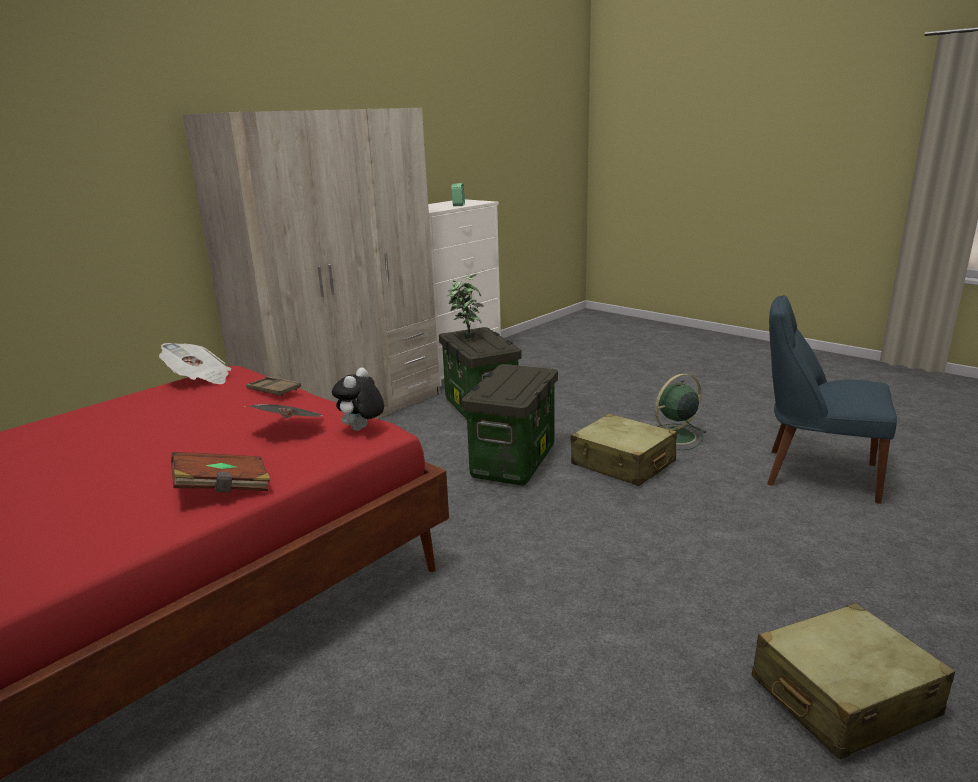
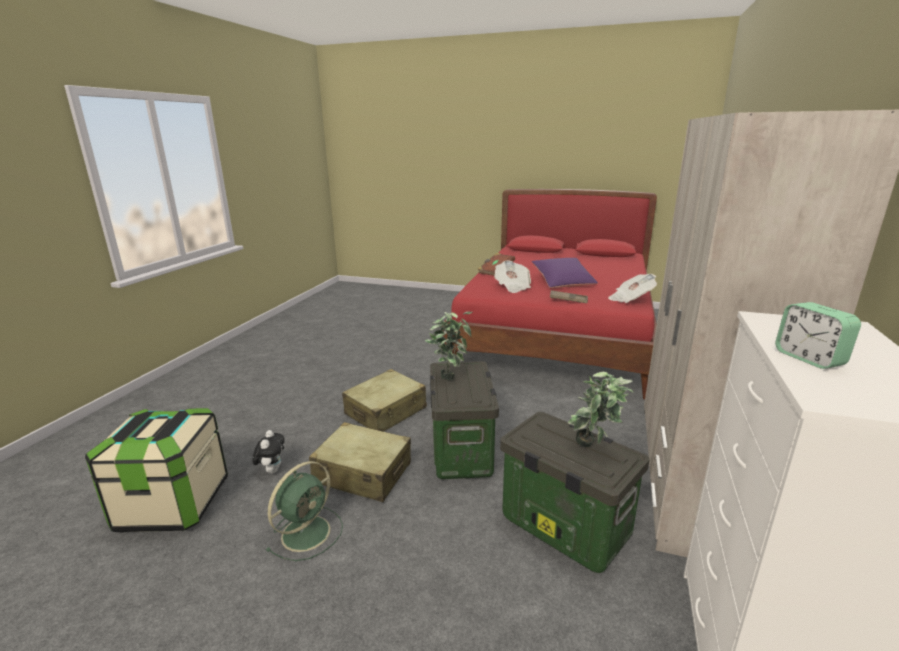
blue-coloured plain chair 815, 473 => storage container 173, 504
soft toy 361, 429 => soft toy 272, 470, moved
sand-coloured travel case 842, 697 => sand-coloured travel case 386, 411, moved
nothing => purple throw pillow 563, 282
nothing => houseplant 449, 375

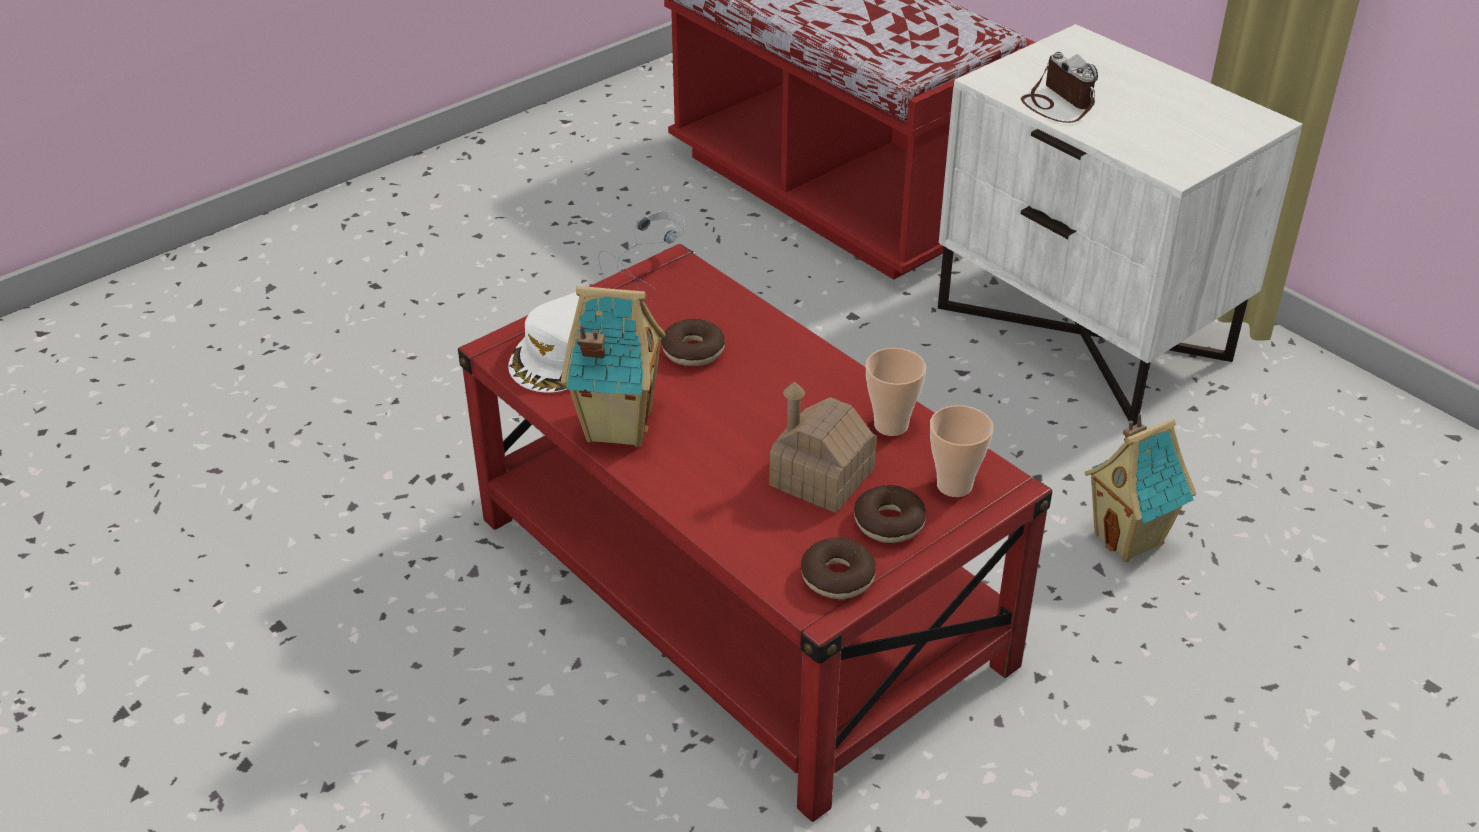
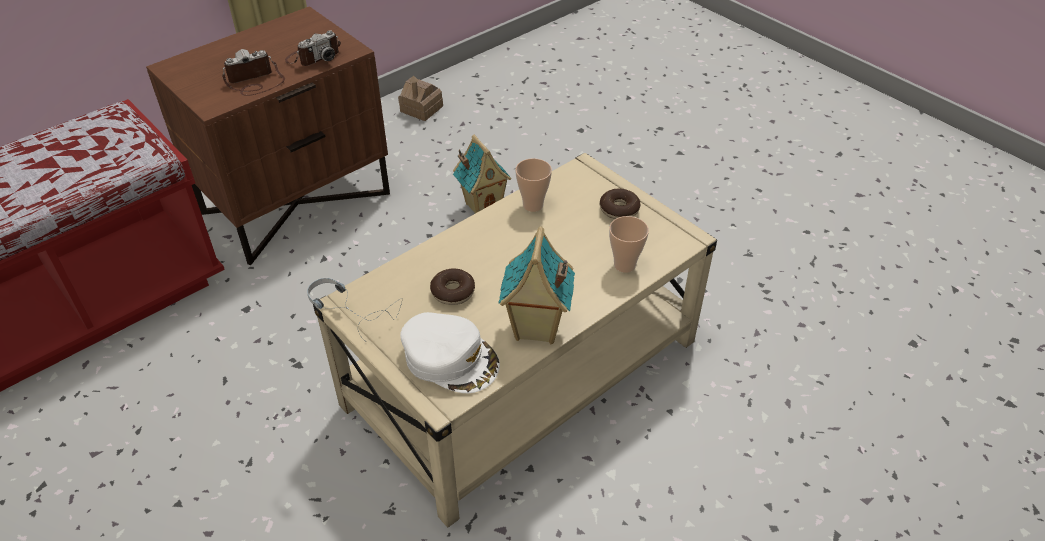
whitish bedside table 1086, 332 => brown-coloured bedside table 296, 201
red lounge table 740, 592 => sand-coloured lounge table 522, 373
miniature house 821, 477 => miniature house 421, 109, moved
small cup 954, 485 => small cup 624, 265, moved
doughnut 837, 577 => nothing
nothing => still camera 314, 56

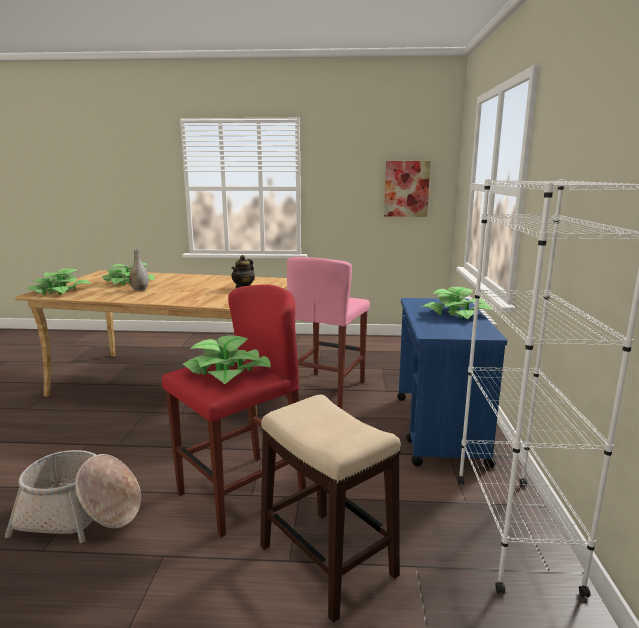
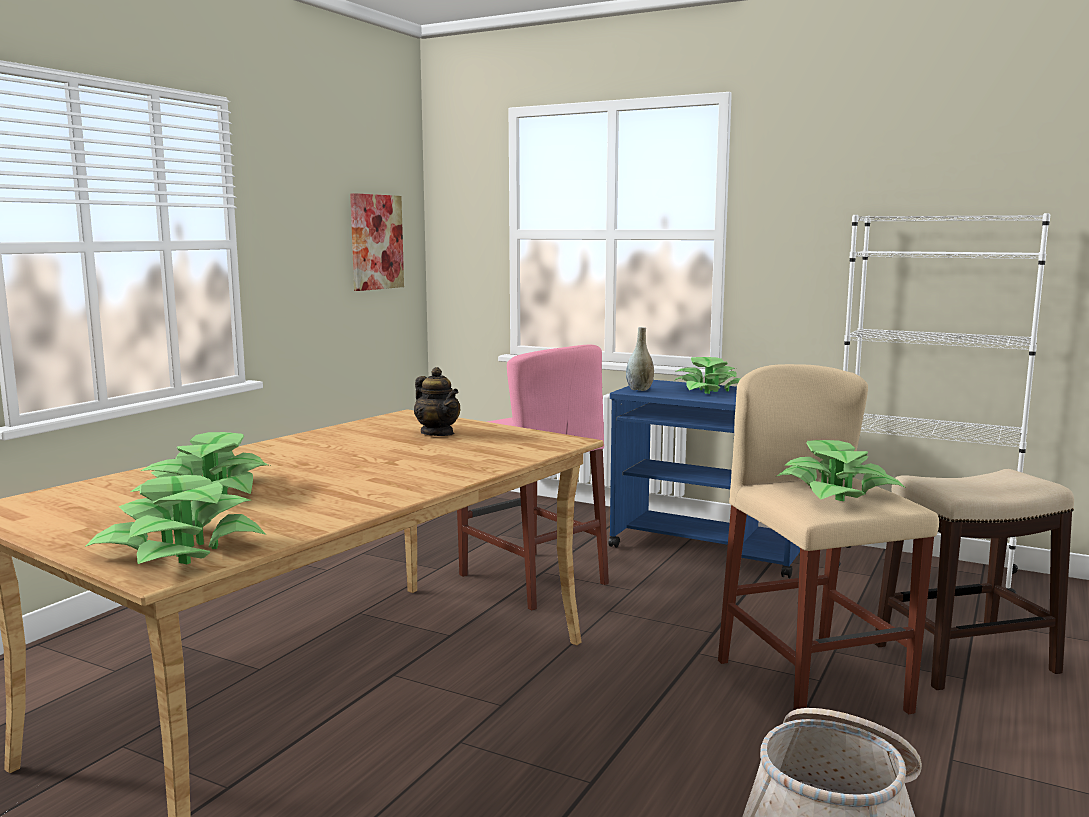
grey vase 140, 290 => grey vase 639, 389, moved
red stool seat 241, 493 => sand-coloured stool seat 811, 686

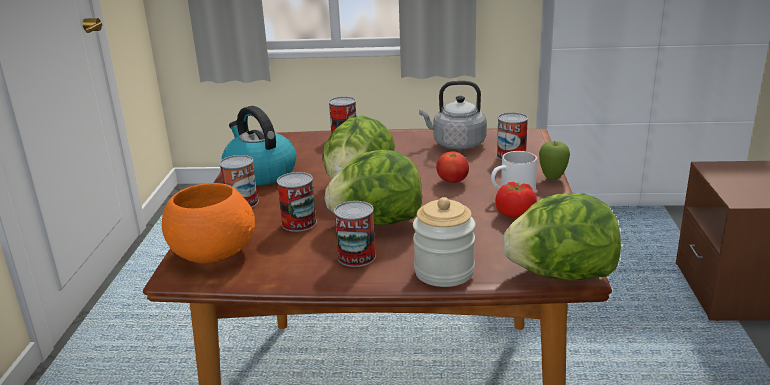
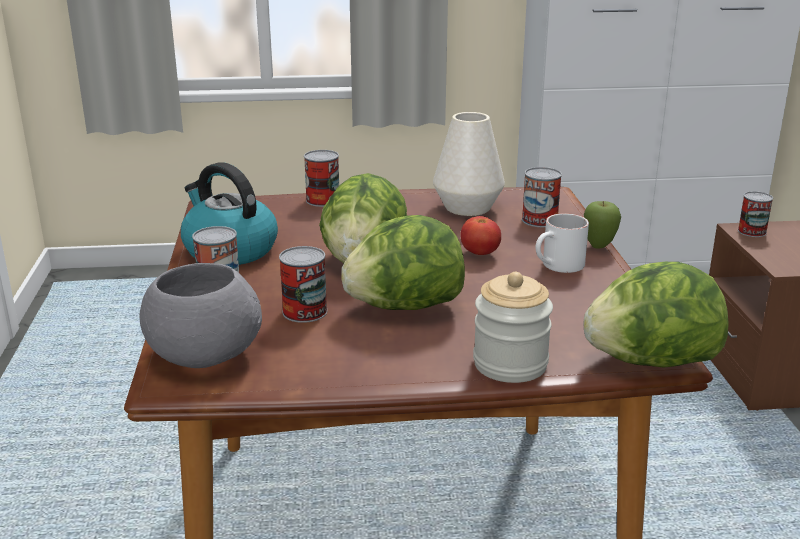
grey water kettle 456, 144 => whitish vase 467, 207
tomato 515, 214 => nothing
orangey deep dish 212, 253 => grey deep dish 203, 354
sealed can 356, 257 => sealed can 752, 231, moved

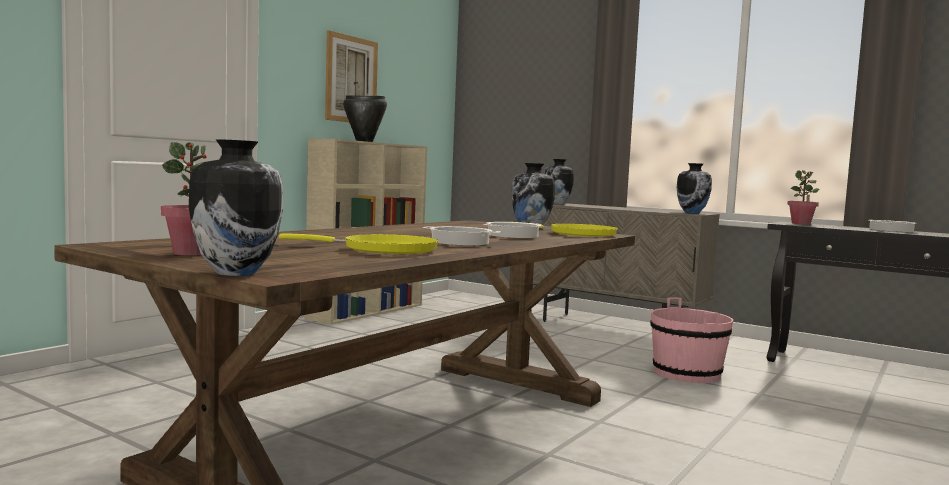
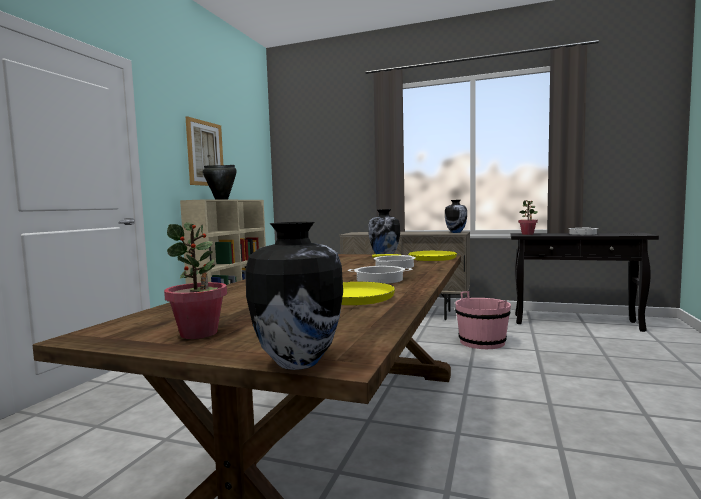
vase 557, 204 => nothing

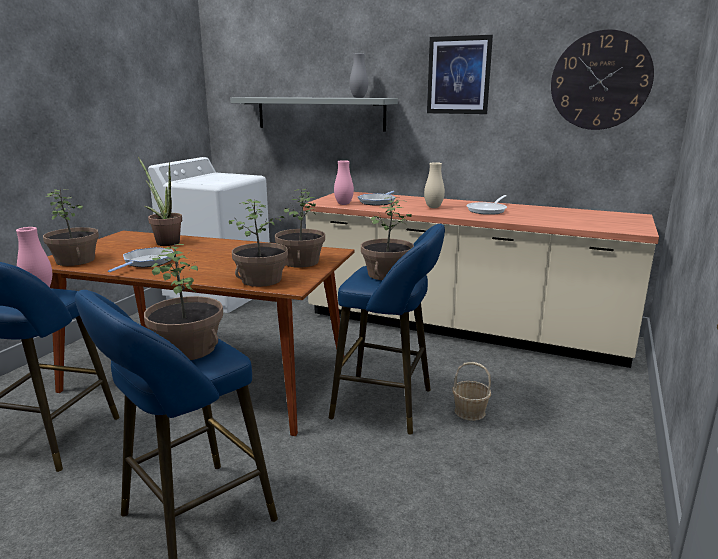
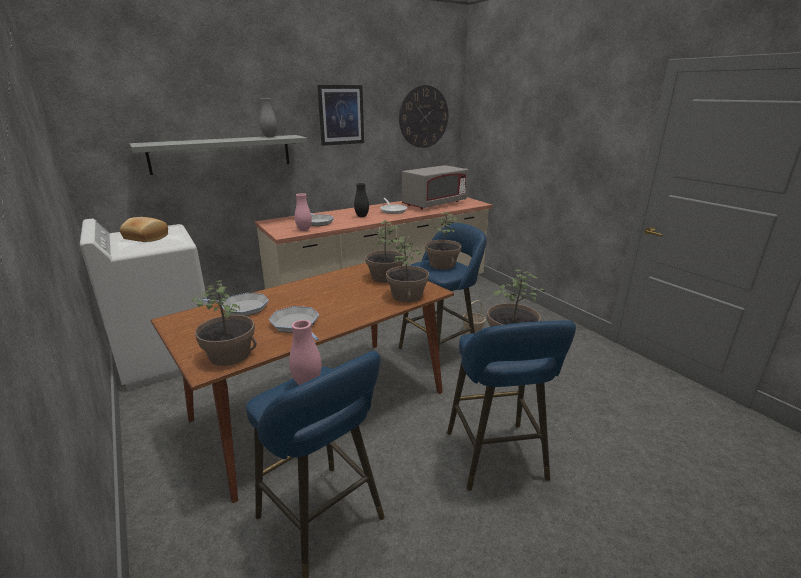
houseplant 165, 242 => skillet 242, 308
sand-coloured vase 433, 207 => blackish vase 362, 216
nothing => grey microwave oven 434, 204
nothing => bread 145, 238

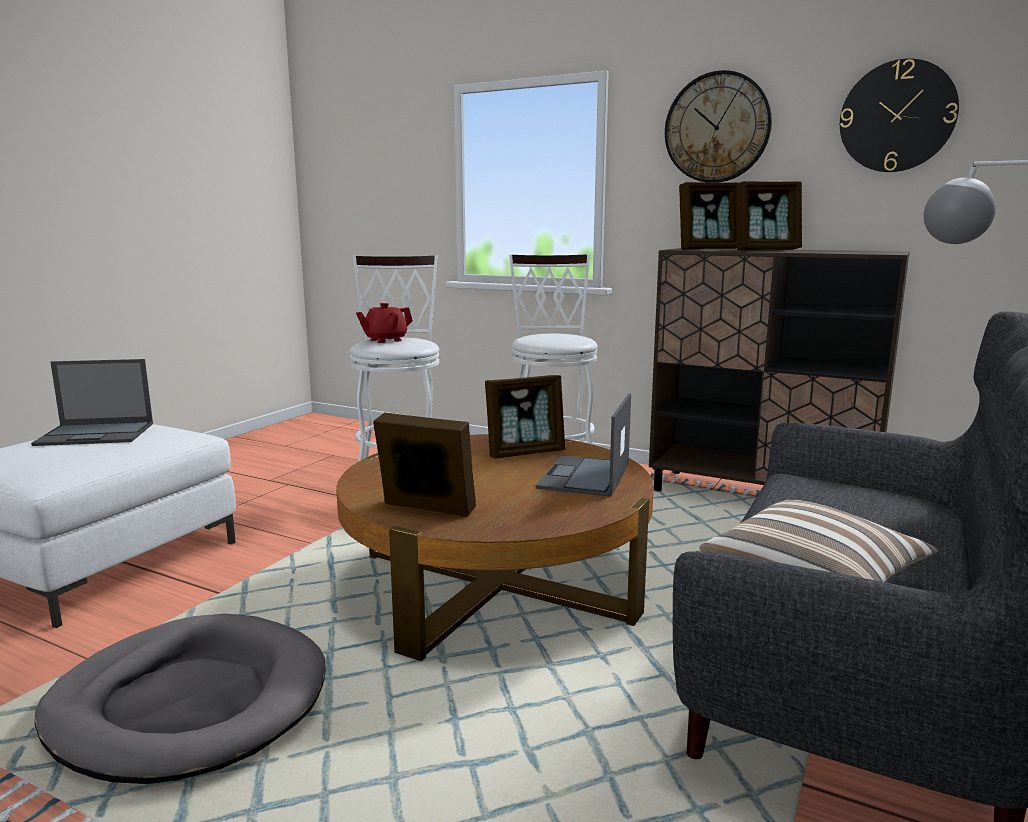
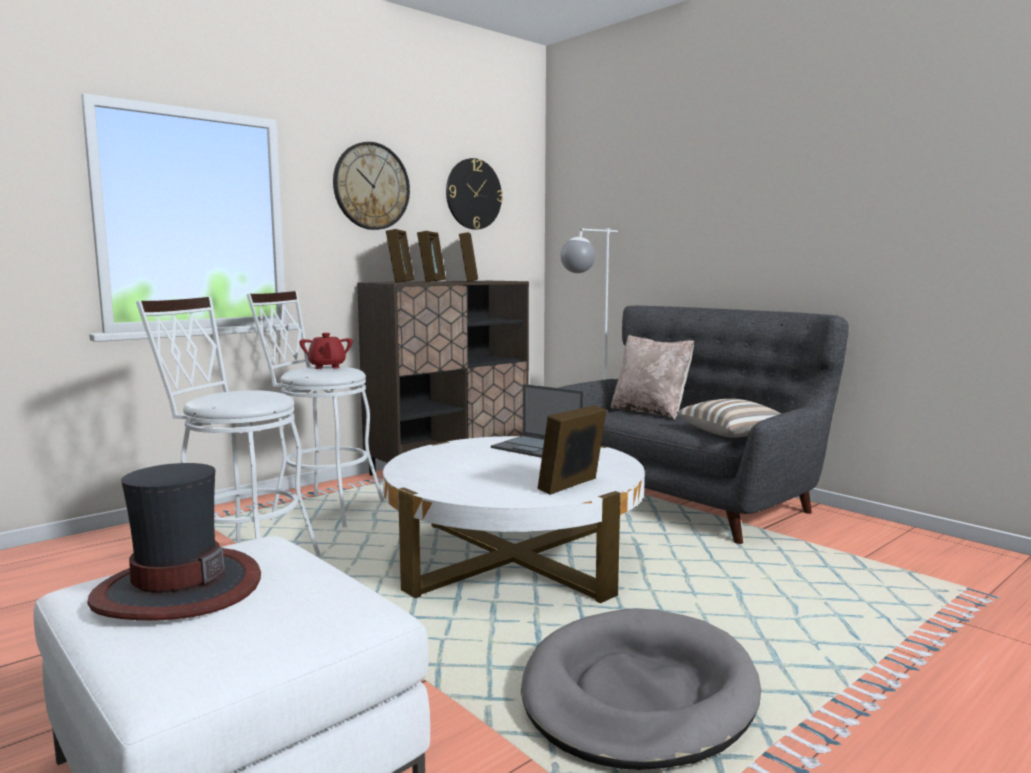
red teapot 385, 340 => red teapot 327, 367, moved
laptop 97, 434 => clothing hat 177, 588
photo frame 525, 452 => photo frame 469, 281, moved
brown-coloured lounge table 496, 584 => whitish lounge table 513, 558
nothing => sand-coloured throw pillow 650, 412

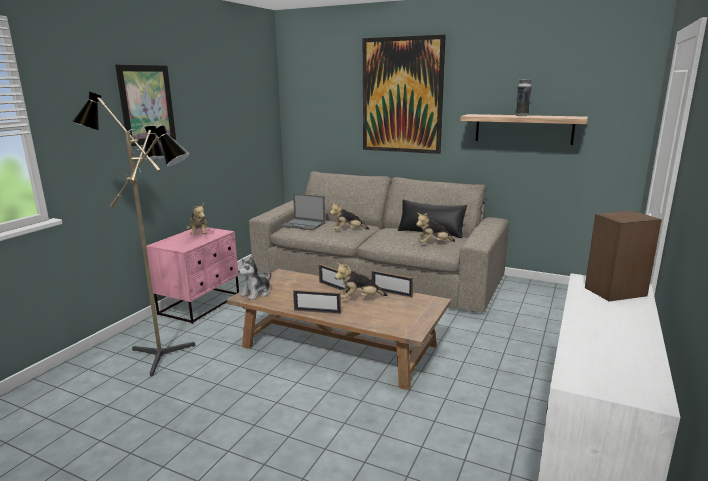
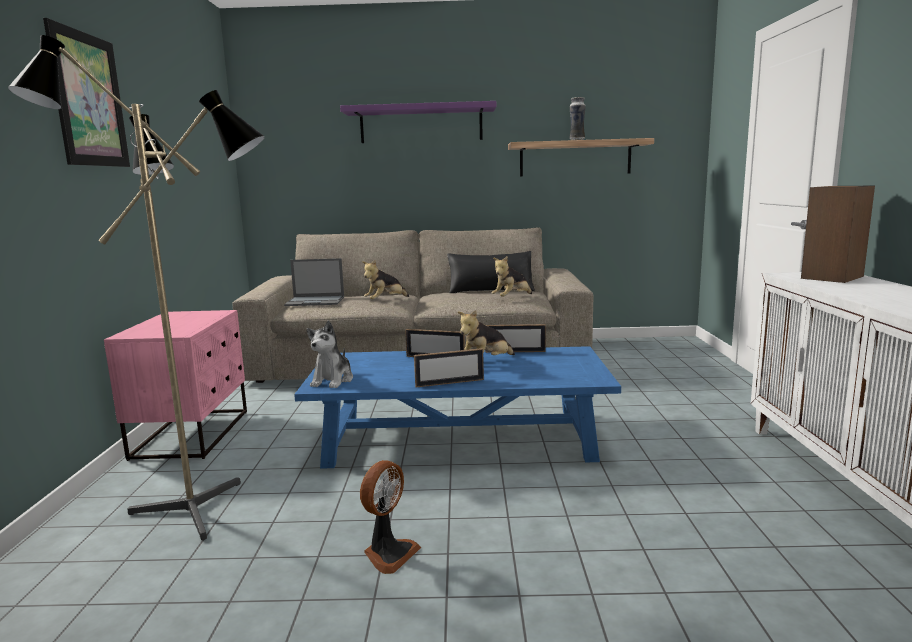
wall picture 402, 95 => purple shelf 421, 124
soft toy 199, 234 => nothing
brown-coloured lounge table 340, 345 => blue-coloured lounge table 460, 437
nothing => cooling fan 389, 553

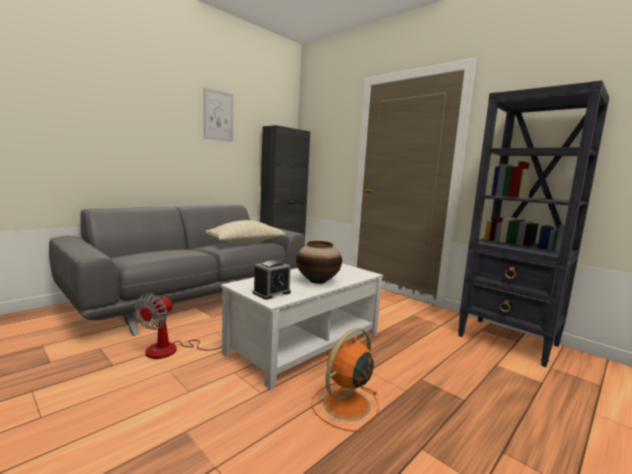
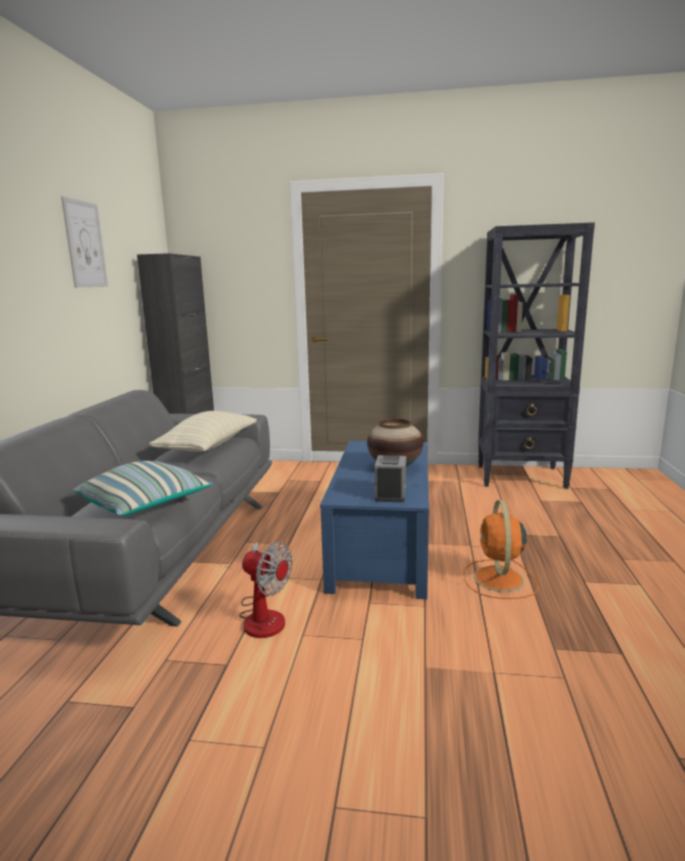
whitish lounge table 305, 343 => blue-coloured lounge table 380, 546
cooling fan 173, 350 => cooling fan 263, 615, 45 degrees counterclockwise
nothing => throw pillow 145, 505

